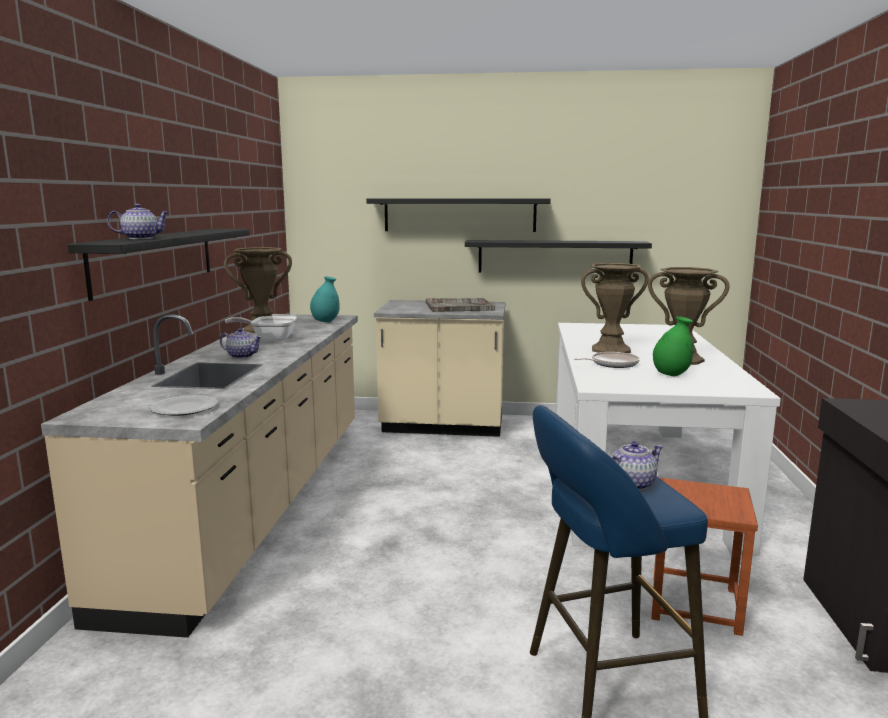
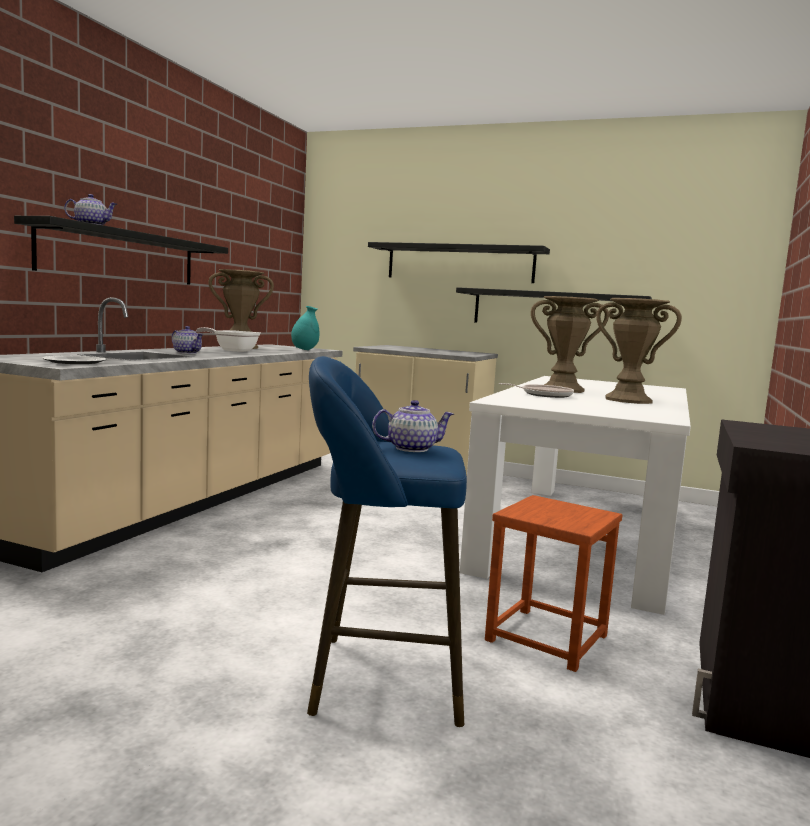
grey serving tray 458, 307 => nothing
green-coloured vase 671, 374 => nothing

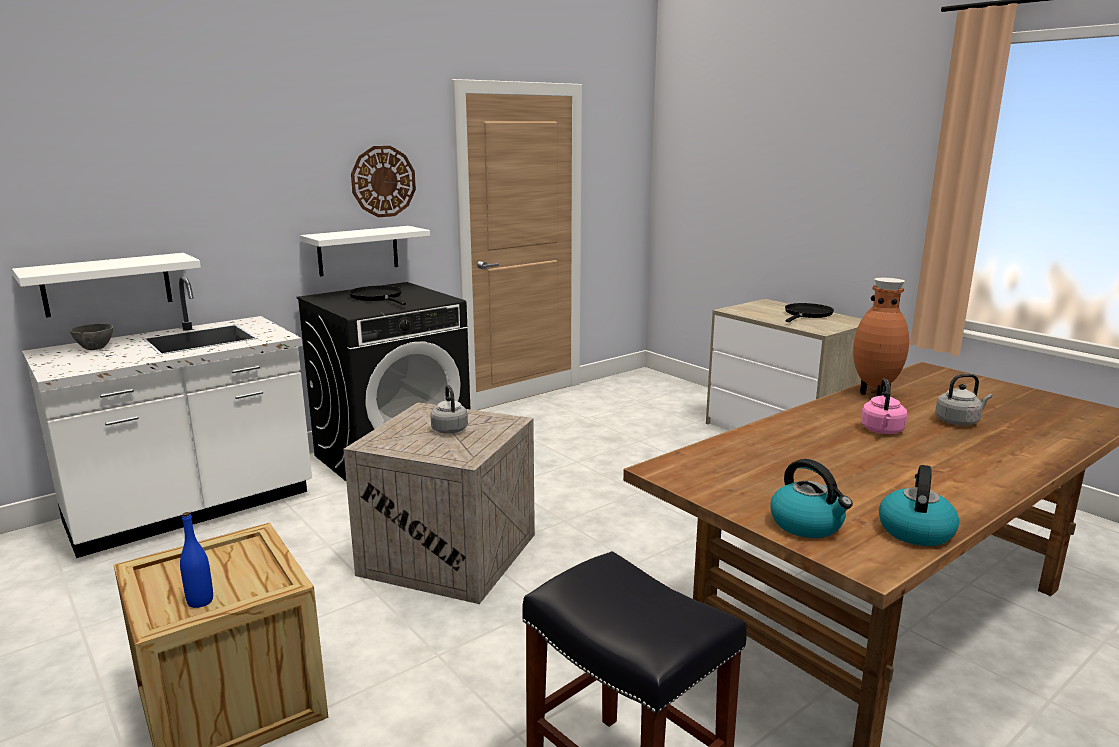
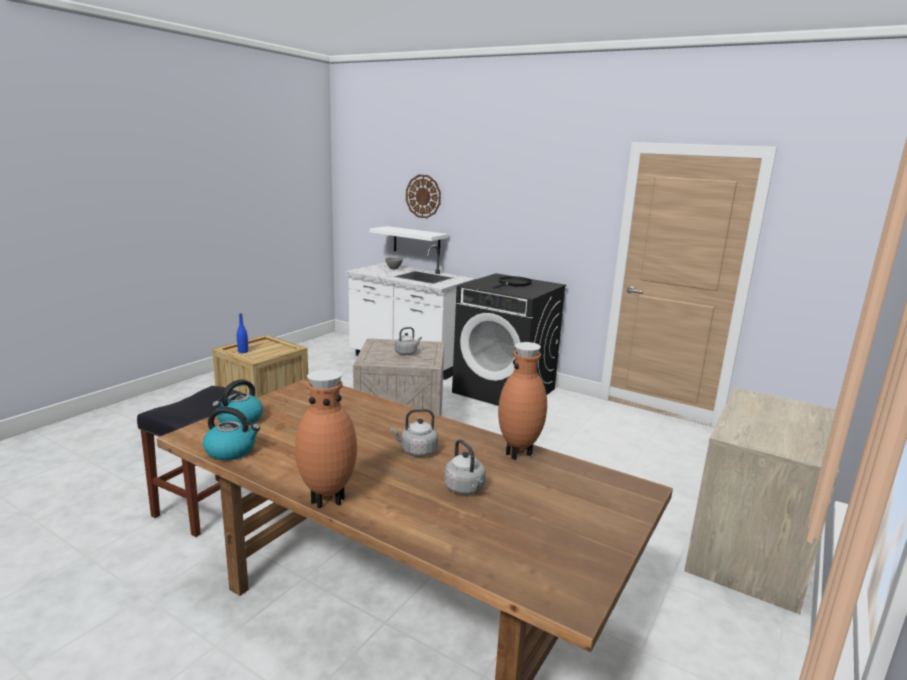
clock on the wall 383, 181 => clock on the wall 423, 196, moved
whitish shelf 358, 250 => nothing
blackish skillet 807, 314 => nothing
pink water kettle 882, 431 => grey water kettle 416, 451
nothing => brown-coloured vase 327, 499

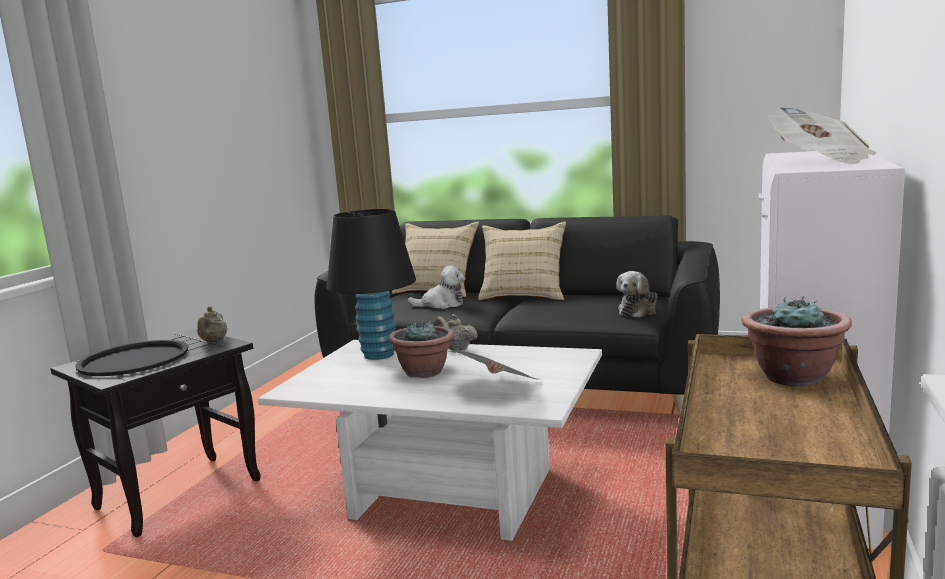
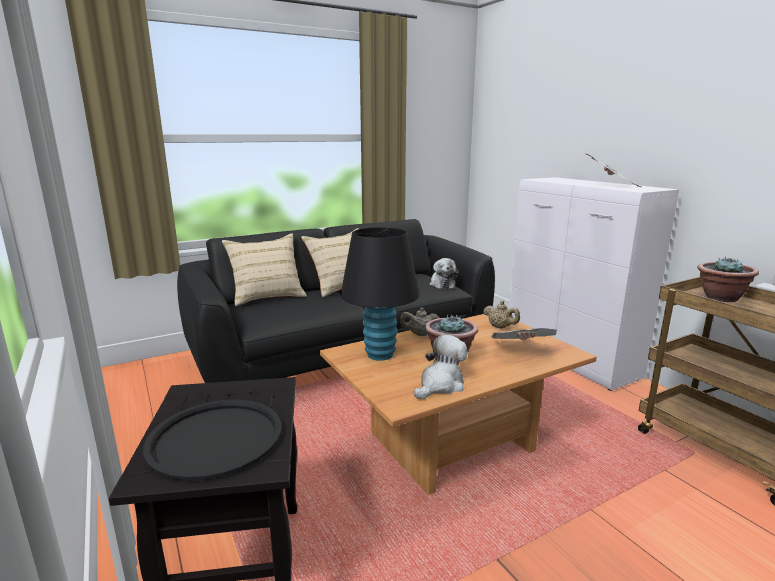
soft toy 442, 304 => soft toy 440, 385, moved
sand-coloured teapot 214, 342 => sand-coloured teapot 500, 327, moved
whitish lounge table 448, 496 => brown-coloured lounge table 451, 445

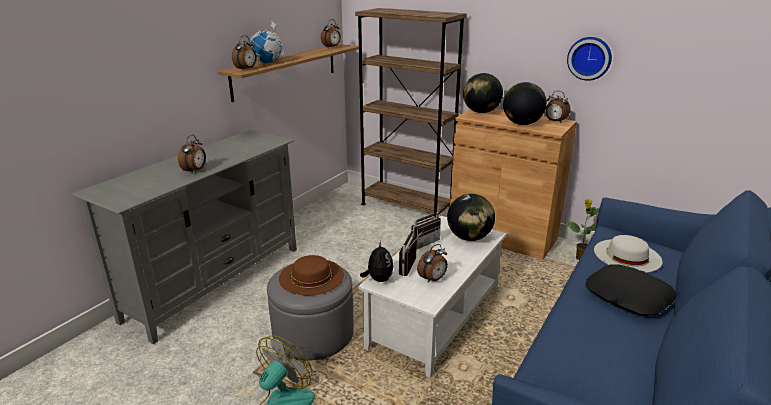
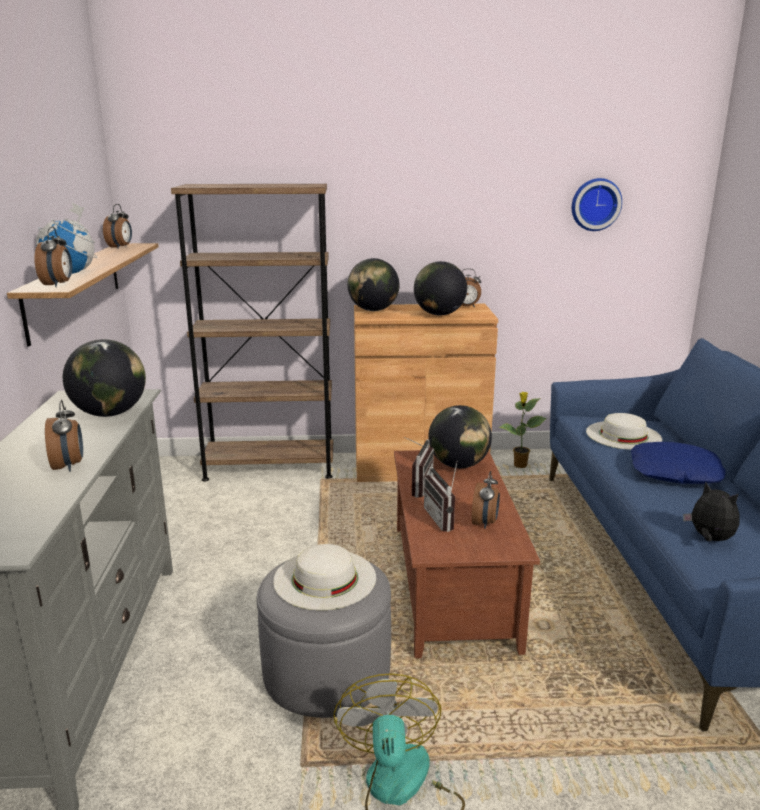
clock on the wall 589, 58 => clock on the wall 595, 204, moved
whitish lounge table 436, 318 => brown-coloured lounge table 454, 584
soft toy 378, 279 => soft toy 709, 539, moved
brown-coloured clothing hat 311, 276 => whitish clothing hat 325, 578
blackish throw pillow 627, 297 => blue-coloured throw pillow 674, 472
nothing => desk globe 110, 414

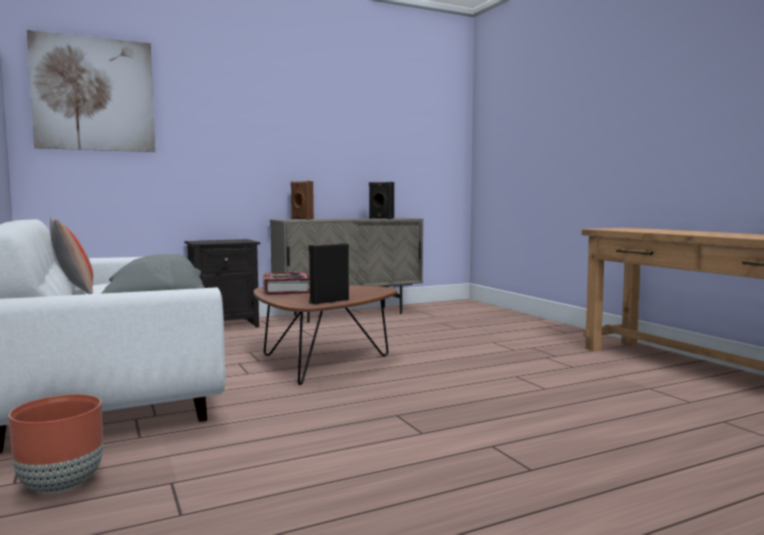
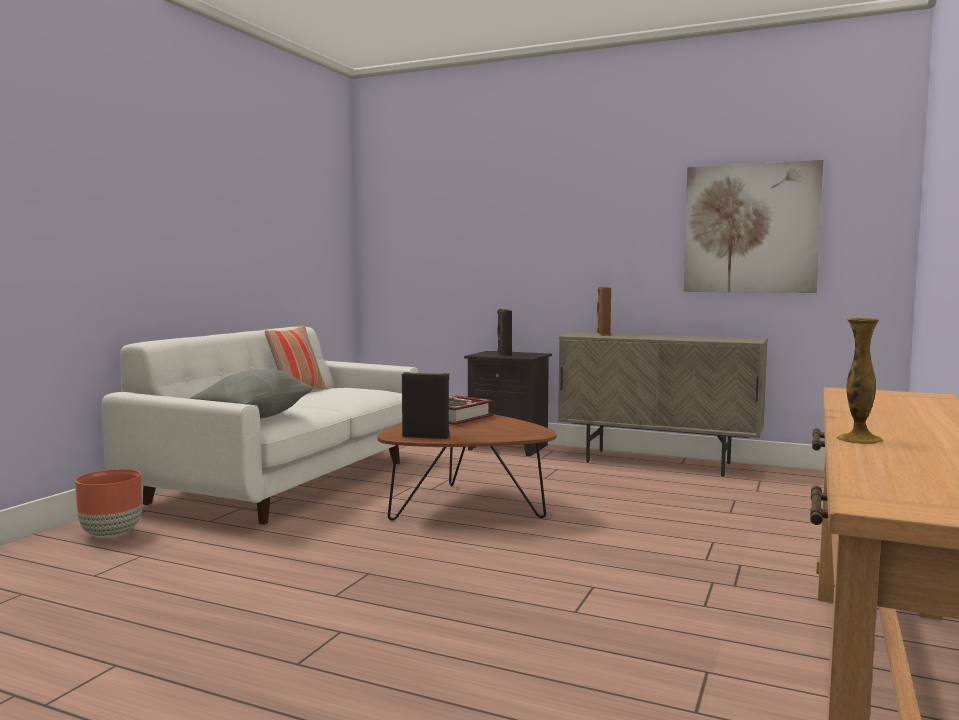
wall picture 94, 94 => wall picture 750, 228, moved
blackish audio speaker 381, 218 => blackish audio speaker 503, 354, moved
nothing => vase 859, 439

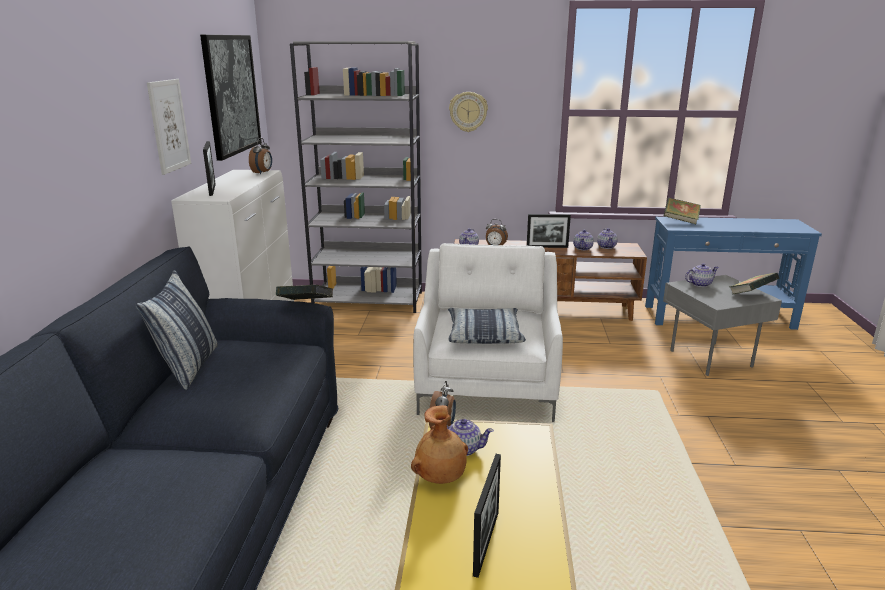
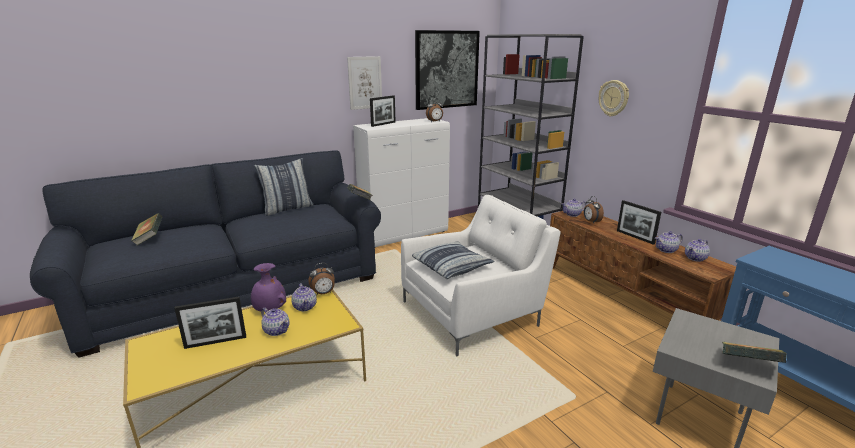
book 680, 221 => book 149, 239, moved
teapot 699, 284 => teapot 276, 330, moved
brown-coloured vase 441, 478 => purple vase 269, 309

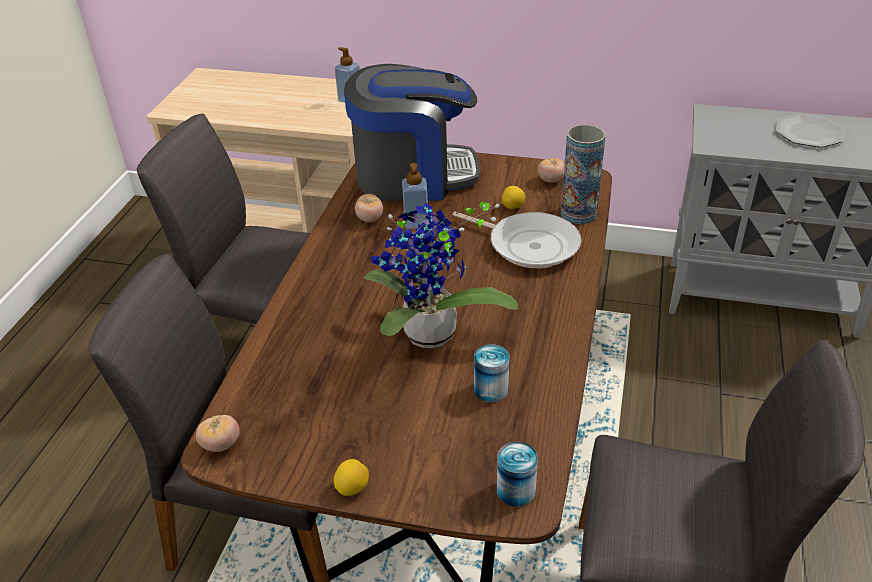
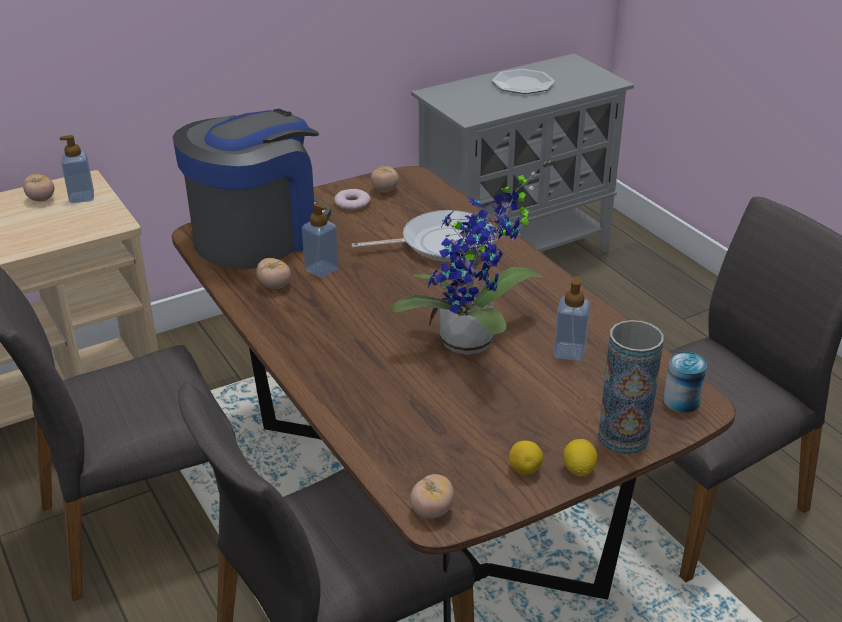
vase 578, 213 => vase 623, 437, moved
lemon 513, 207 => lemon 525, 469, moved
sealed can 491, 389 => liquid soap bottle 569, 352
nothing => tomato 41, 199
nothing => doughnut 352, 203

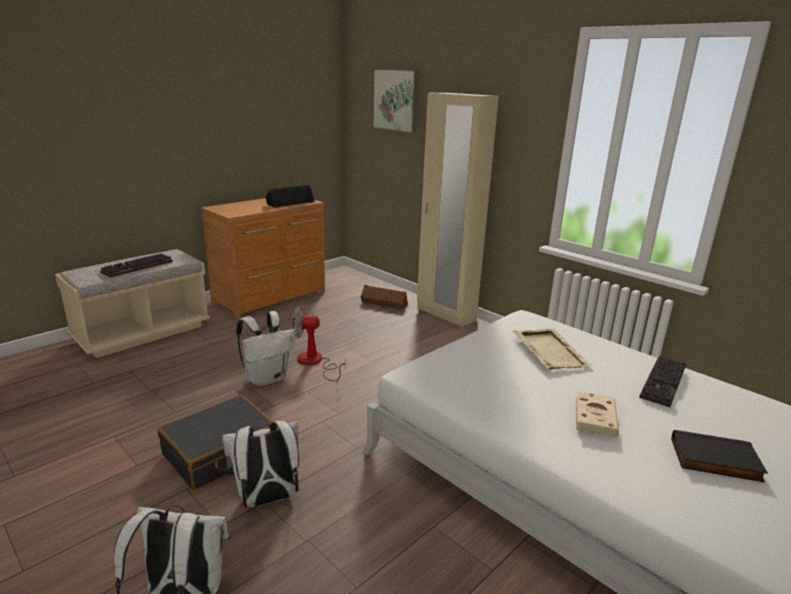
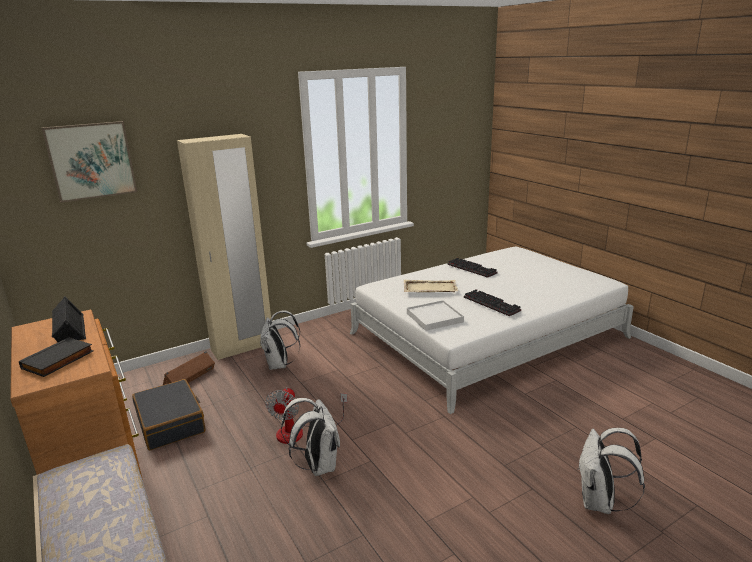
PC keyboard 137, 267 => PC keyboard 493, 304, moved
sand-coloured book 594, 416 => nothing
blackish travel case 221, 453 => blackish travel case 171, 423, moved
whitish rucksack 267, 499 => whitish rucksack 280, 365, moved
blackish book 715, 460 => blackish book 58, 360, moved
nothing => whitish serving tray 434, 317

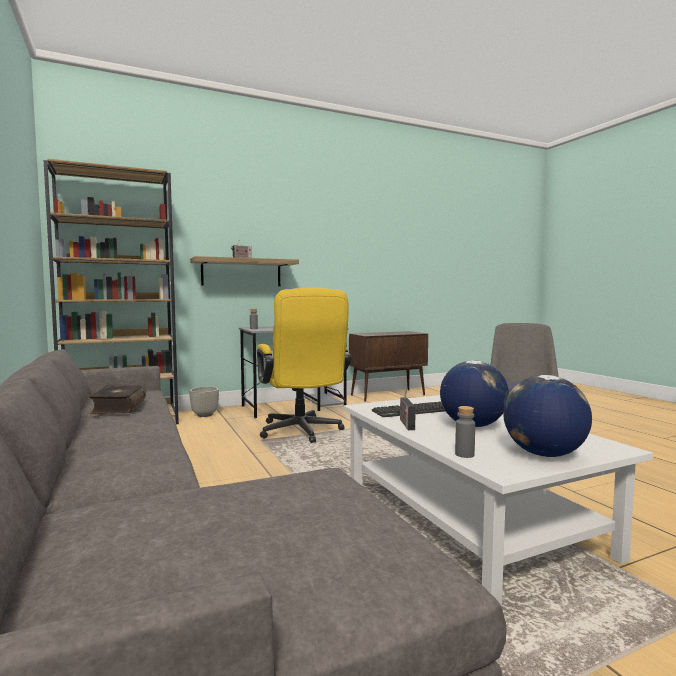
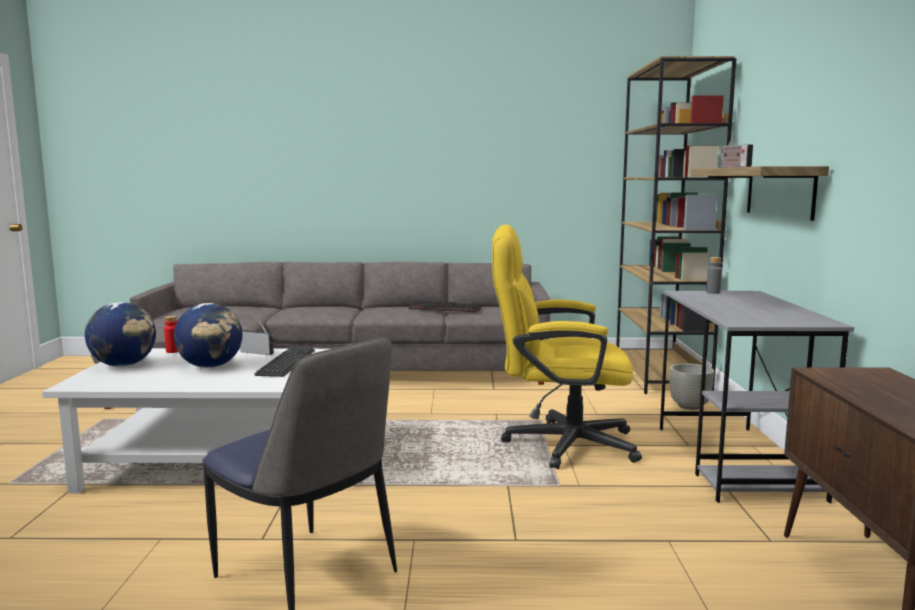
book 118, 407 => PC keyboard 446, 309
grey drink bottle 464, 454 => red drink bottle 173, 351

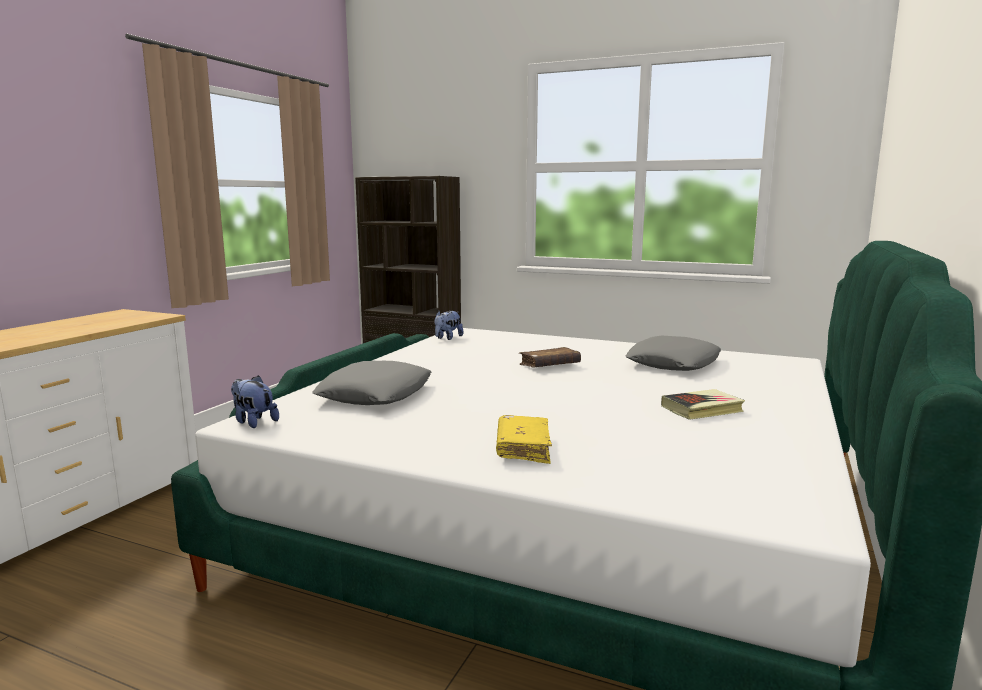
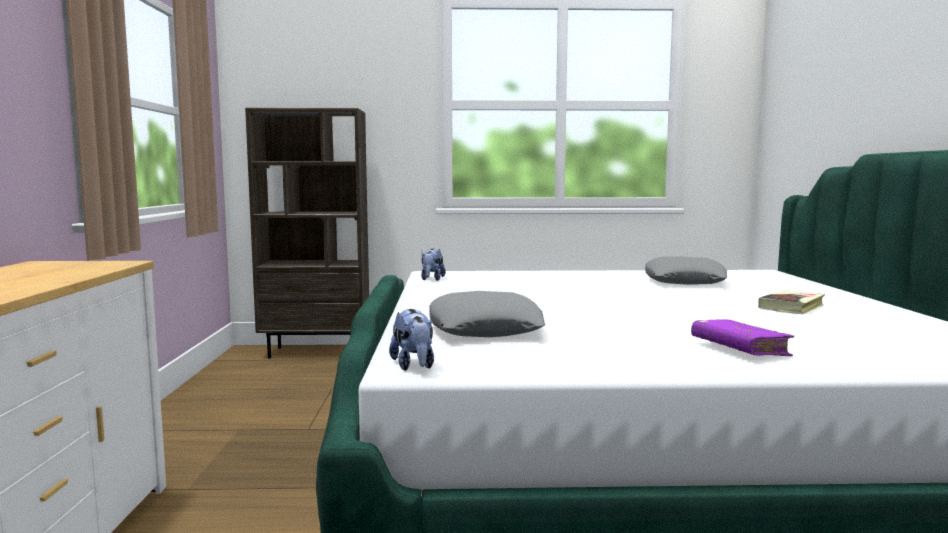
brown-coloured book 549, 365 => nothing
soft toy 253, 422 => soft toy 414, 366, 120 degrees counterclockwise
yellow book 523, 448 => purple book 739, 349

